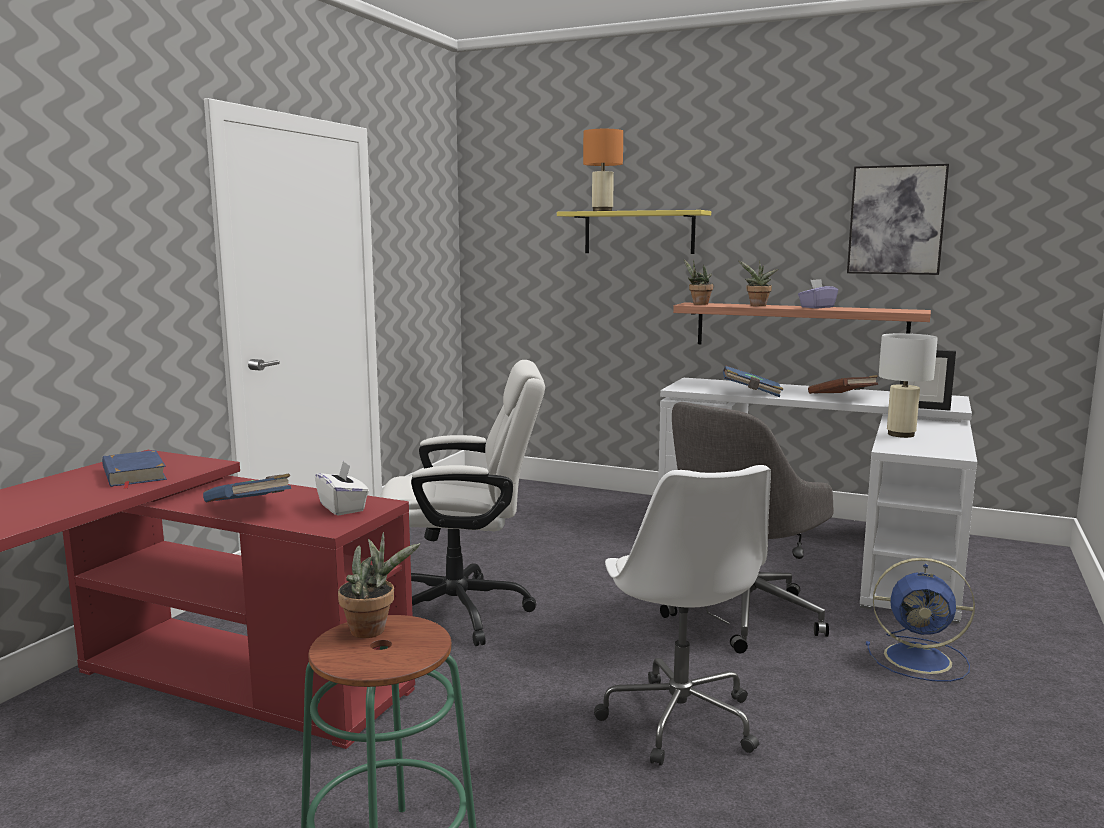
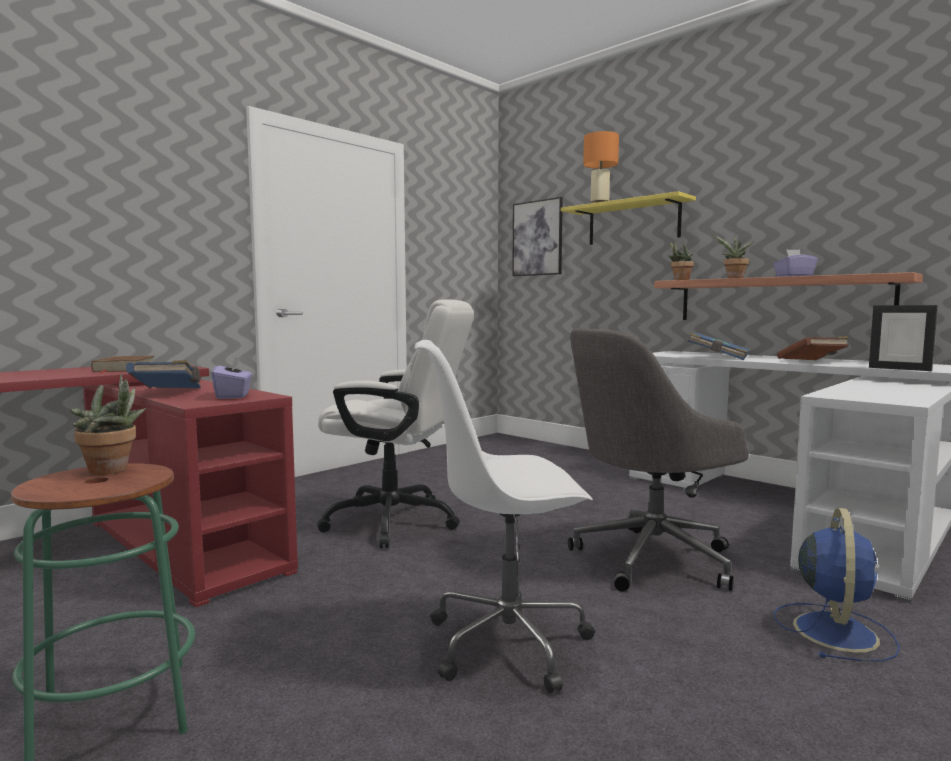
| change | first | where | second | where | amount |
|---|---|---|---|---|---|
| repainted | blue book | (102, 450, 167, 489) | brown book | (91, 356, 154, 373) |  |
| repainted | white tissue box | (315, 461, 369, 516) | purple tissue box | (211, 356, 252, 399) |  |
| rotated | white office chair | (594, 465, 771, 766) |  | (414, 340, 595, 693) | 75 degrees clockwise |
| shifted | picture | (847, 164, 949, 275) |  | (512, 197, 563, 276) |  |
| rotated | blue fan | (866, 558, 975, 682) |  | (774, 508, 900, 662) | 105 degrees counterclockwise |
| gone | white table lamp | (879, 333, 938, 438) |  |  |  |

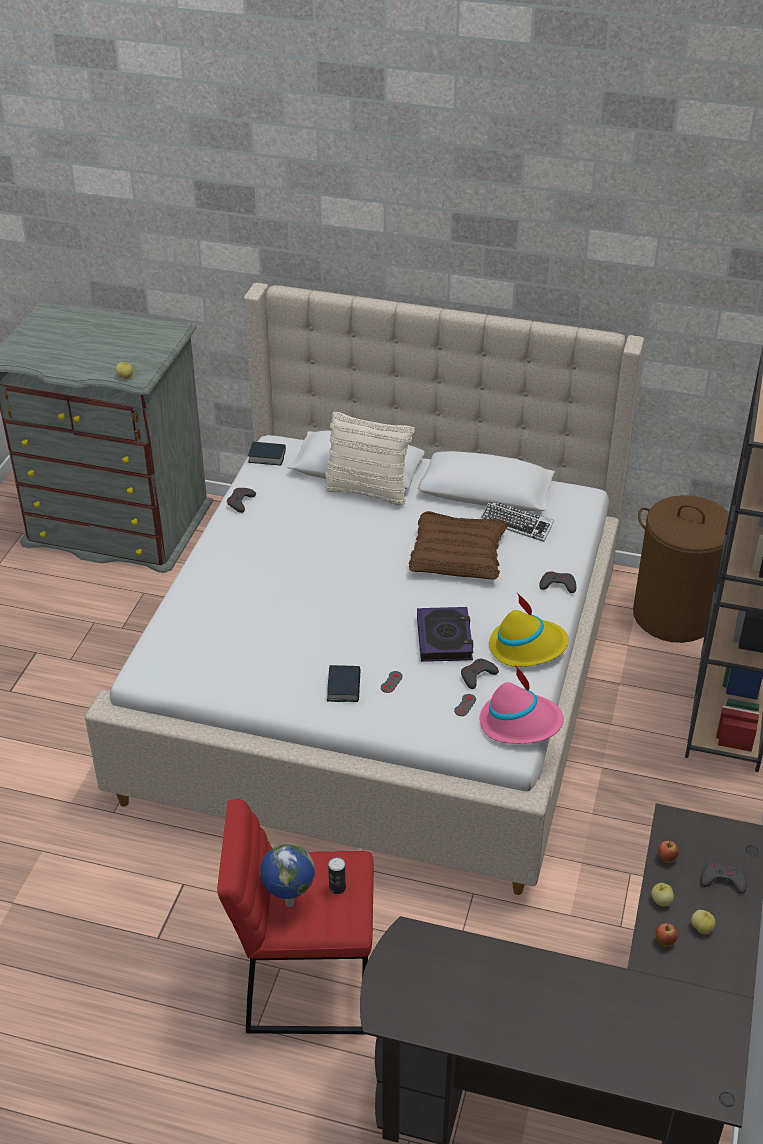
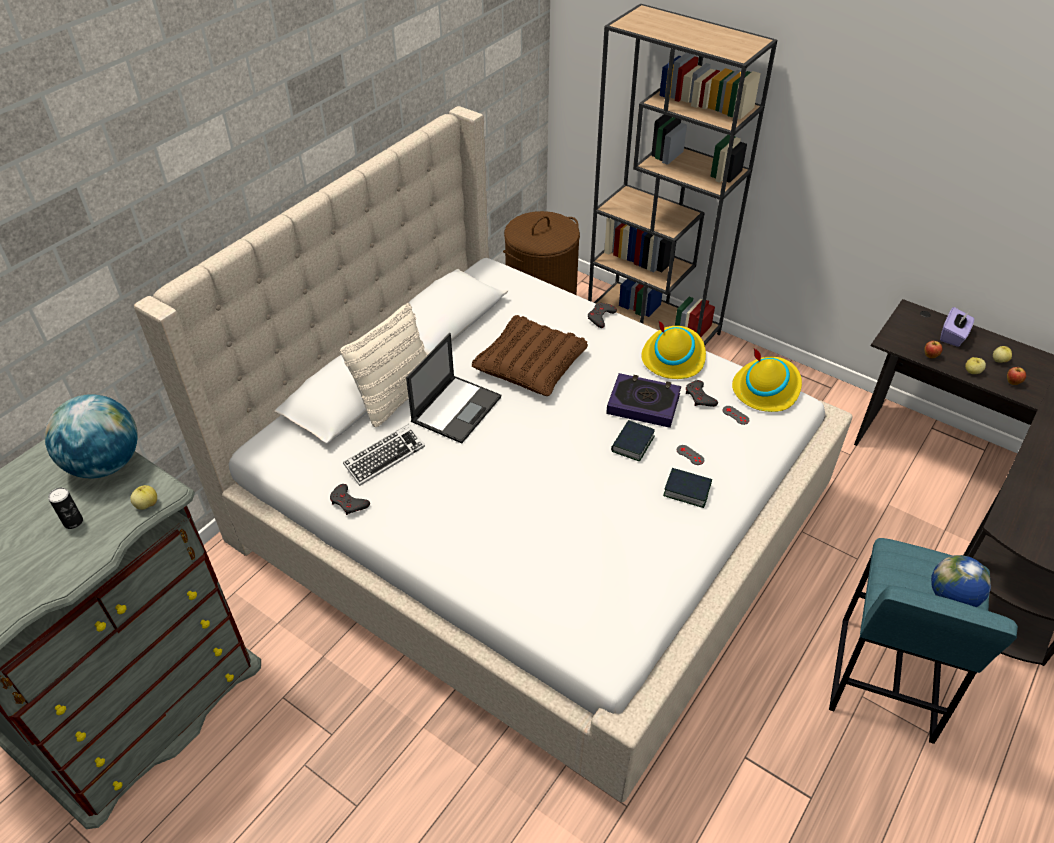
| change | first | where | second | where | amount |
|---|---|---|---|---|---|
| new |  |  | globe | (45, 394, 138, 479) |  |
| shifted | can | (328, 857, 346, 894) |  | (48, 488, 83, 529) |  |
| shifted | keyboard | (480, 502, 554, 542) |  | (343, 424, 425, 486) |  |
| new |  |  | laptop | (406, 333, 501, 443) |  |
| shifted | book | (248, 442, 286, 466) |  | (611, 420, 655, 461) |  |
| repainted | pink hat | (479, 664, 564, 744) | yellow hat | (732, 348, 802, 412) |  |
| repainted | red stool | (217, 799, 374, 1034) | blue stool | (829, 538, 1018, 744) |  |
| swapped | grey game controller | (700, 862, 747, 894) | purple tissue box | (940, 307, 974, 347) |  |

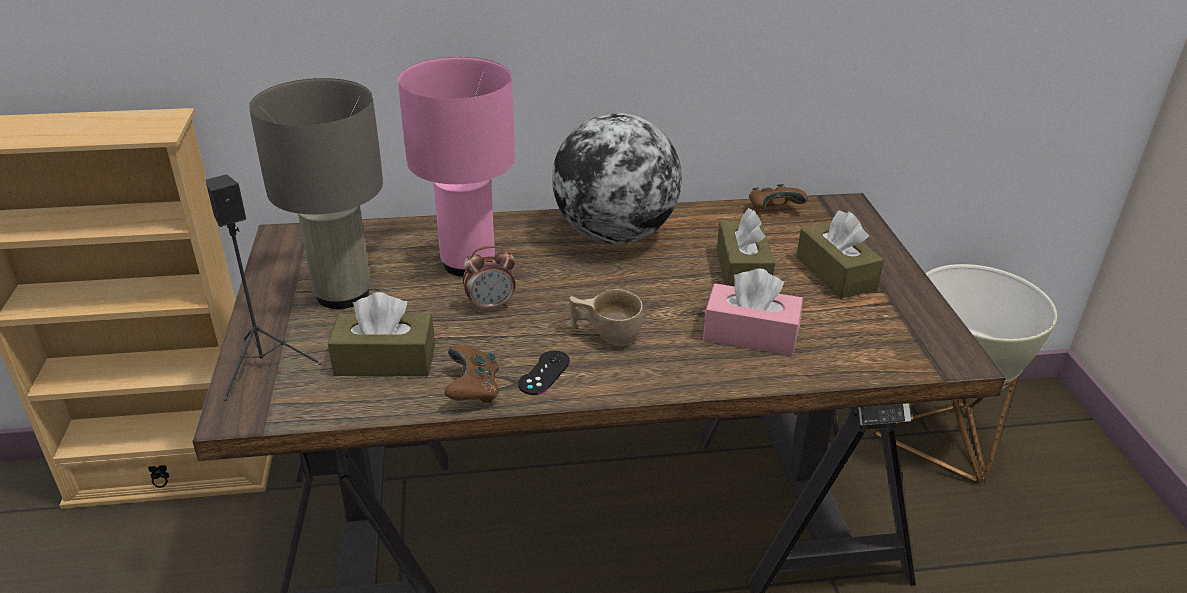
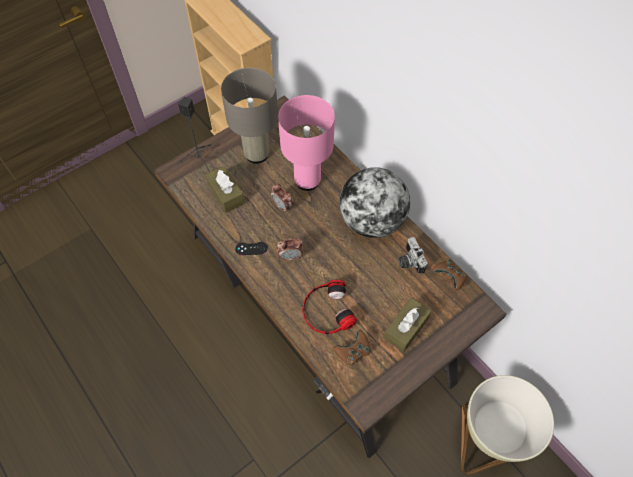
| change | first | where | second | where | amount |
|---|---|---|---|---|---|
| swapped | beige cup | (569, 289, 643, 346) | alarm clock | (277, 238, 303, 261) |  |
| swapped | pink tissue box | (703, 268, 803, 356) | headphones | (302, 280, 357, 334) |  |
| shifted | brown game controller | (444, 345, 499, 403) |  | (333, 330, 370, 366) |  |
| new |  |  | photo camera | (398, 237, 427, 274) |  |
| gone | brown tissue box | (717, 208, 775, 286) |  |  |  |

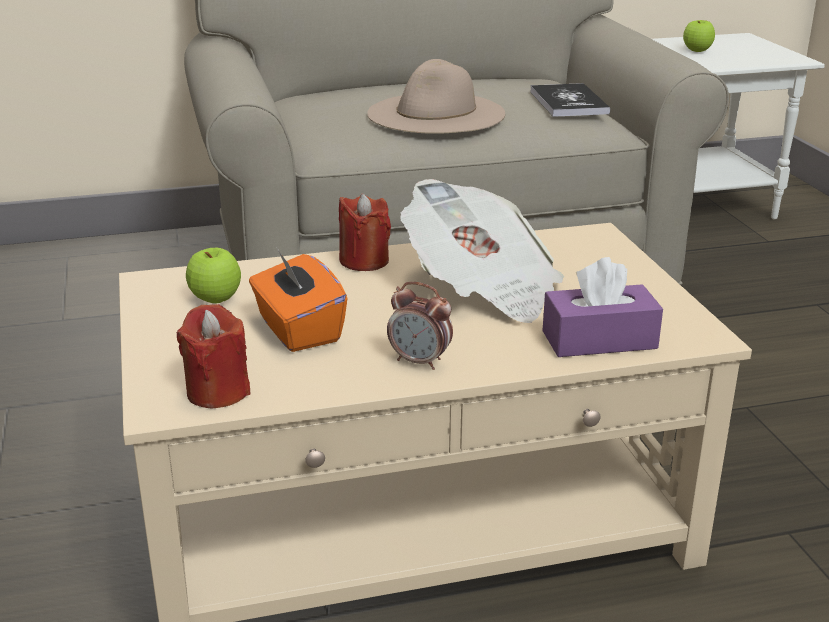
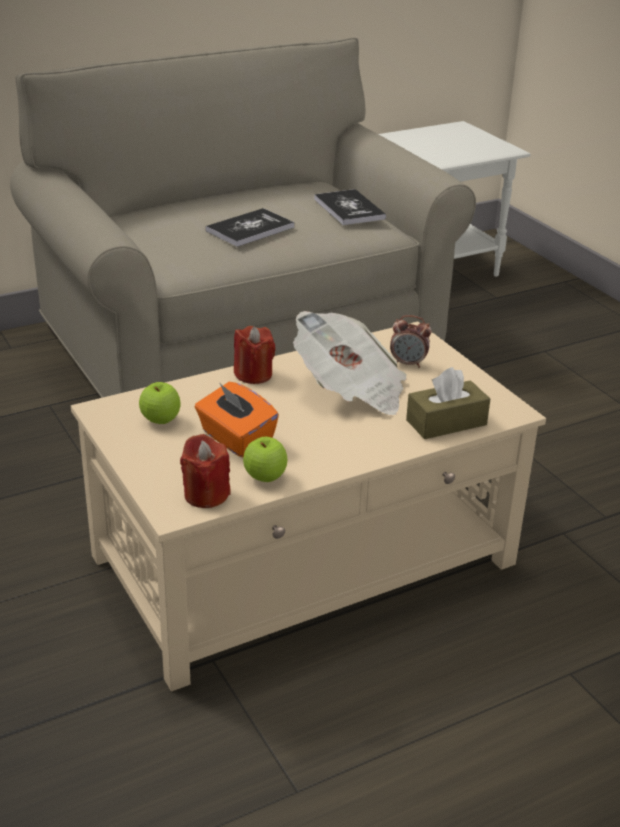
| change | first | where | second | where | amount |
|---|---|---|---|---|---|
| swapped | beige hat | (367, 59, 505, 134) | book | (206, 208, 295, 247) |  |
| shifted | apple | (683, 20, 715, 52) |  | (243, 437, 287, 482) |  |
| shifted | alarm clock | (387, 282, 453, 370) |  | (390, 315, 432, 368) |  |
| repainted | purple tissue box | (543, 257, 663, 357) | brown tissue box | (406, 367, 490, 439) |  |

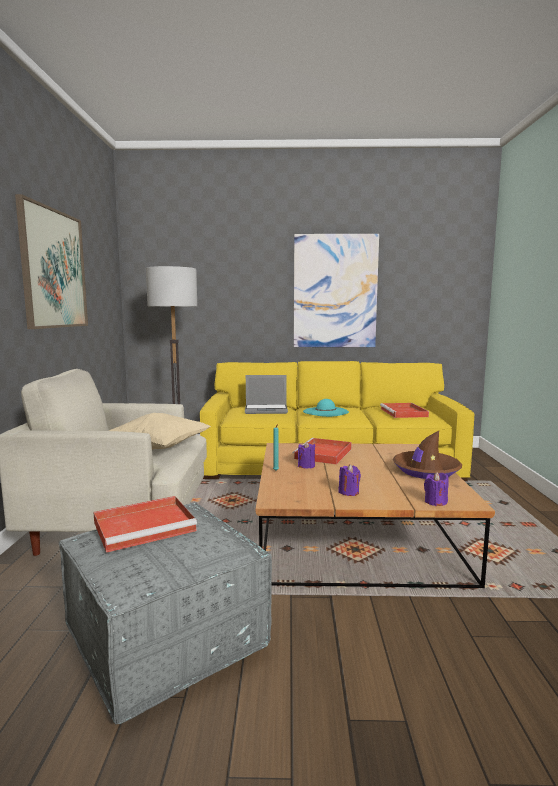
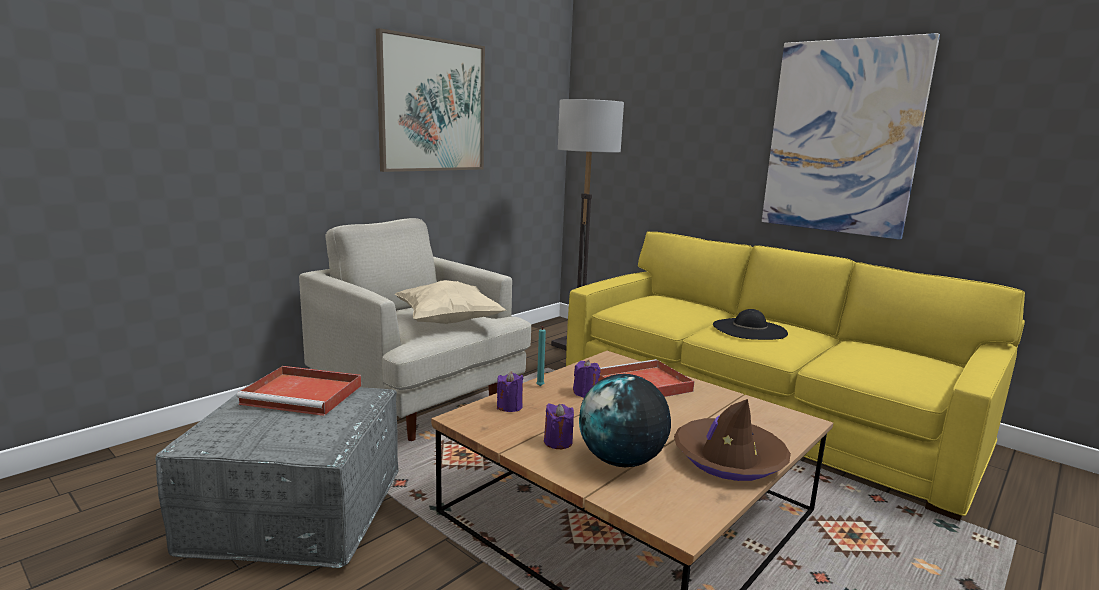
| change | first | where | second | where | amount |
|---|---|---|---|---|---|
| shifted | purple candle | (424, 472, 449, 506) |  | (497, 371, 524, 412) |  |
| new |  |  | globe | (579, 374, 671, 467) |  |
| repainted | turquoise hat | (303, 399, 349, 417) | black hat | (713, 309, 788, 340) |  |
| gone | laptop | (245, 375, 288, 414) |  |  |  |
| gone | red tray | (380, 403, 429, 418) |  |  |  |

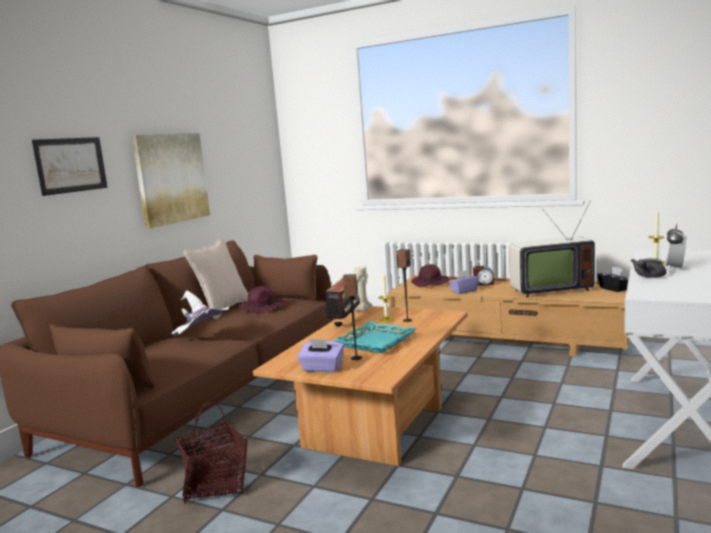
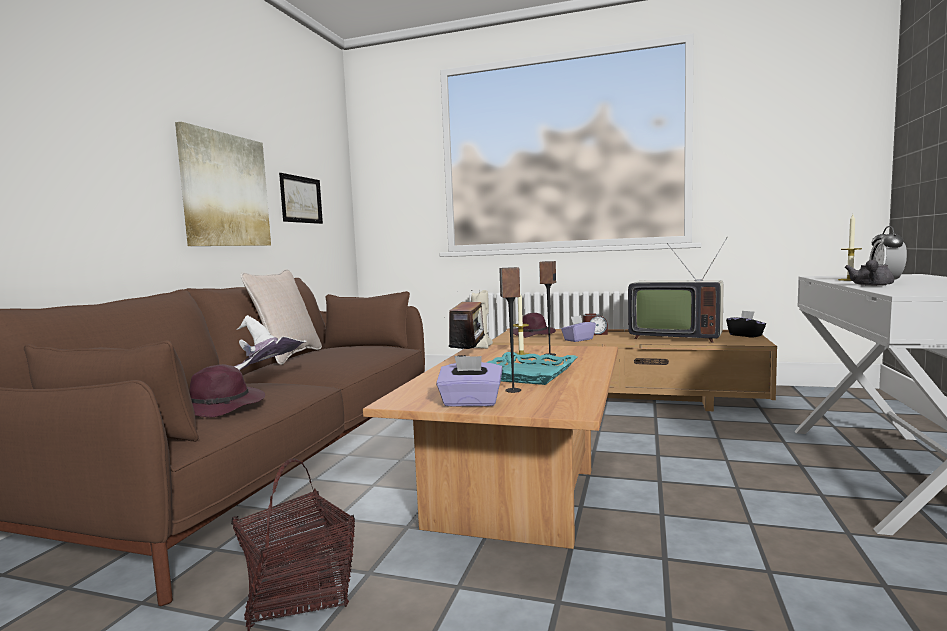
| change | first | where | second | where | amount |
|---|---|---|---|---|---|
| shifted | purple hat | (239, 286, 284, 313) |  | (190, 364, 265, 418) |  |
| shifted | picture | (32, 137, 108, 196) |  | (279, 173, 323, 224) |  |
| rotated | television | (509, 202, 595, 298) |  | (628, 237, 728, 343) | 45 degrees clockwise |

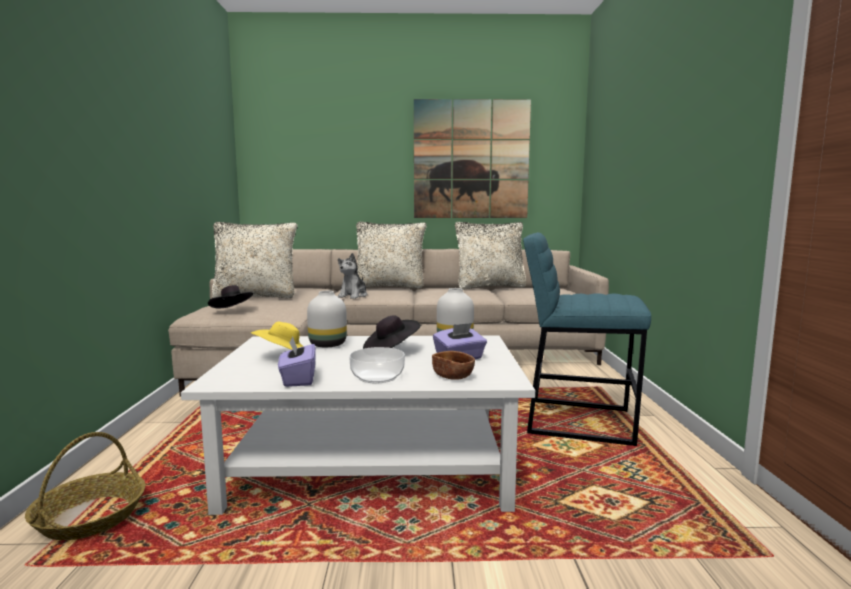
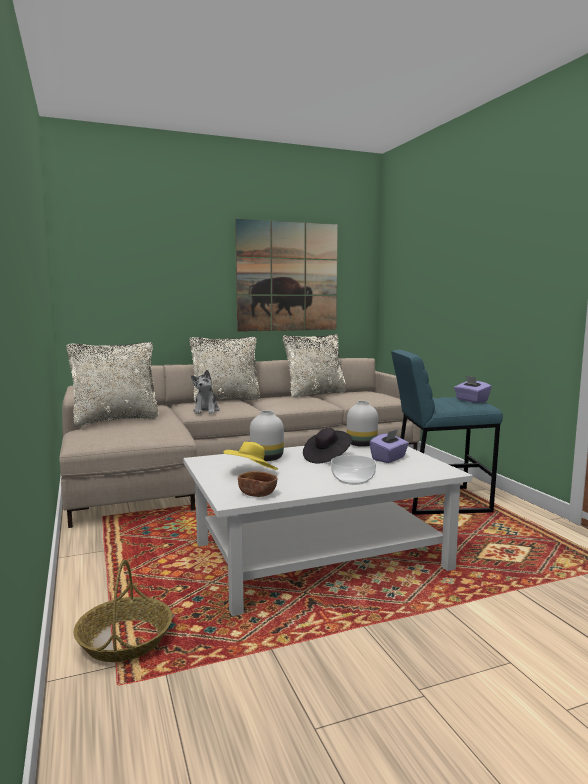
| change | first | where | second | where | amount |
|---|---|---|---|---|---|
| shifted | brown bowl | (432, 351, 475, 380) |  | (238, 471, 277, 497) |  |
| shifted | purple tissue box | (278, 336, 316, 387) |  | (454, 376, 492, 403) |  |
| gone | black hat | (208, 285, 253, 309) |  |  |  |

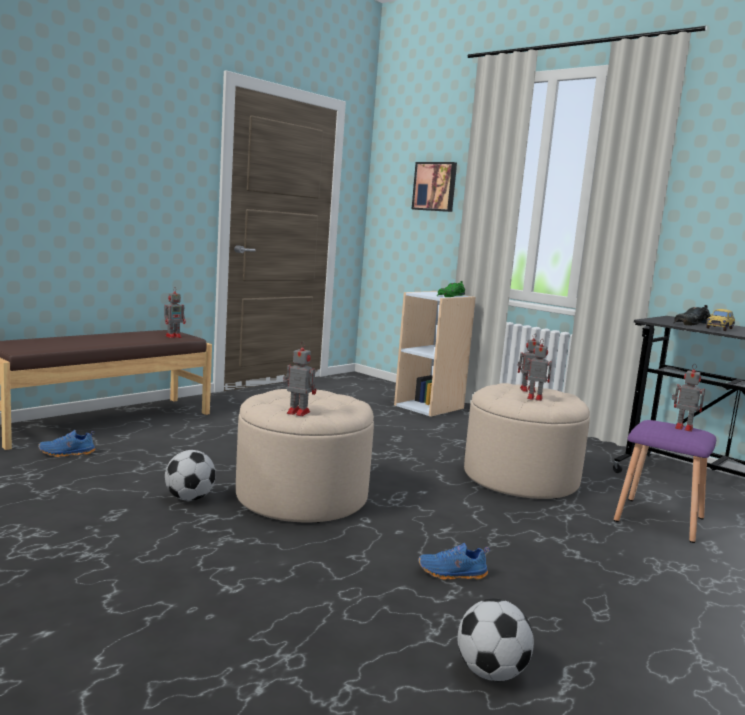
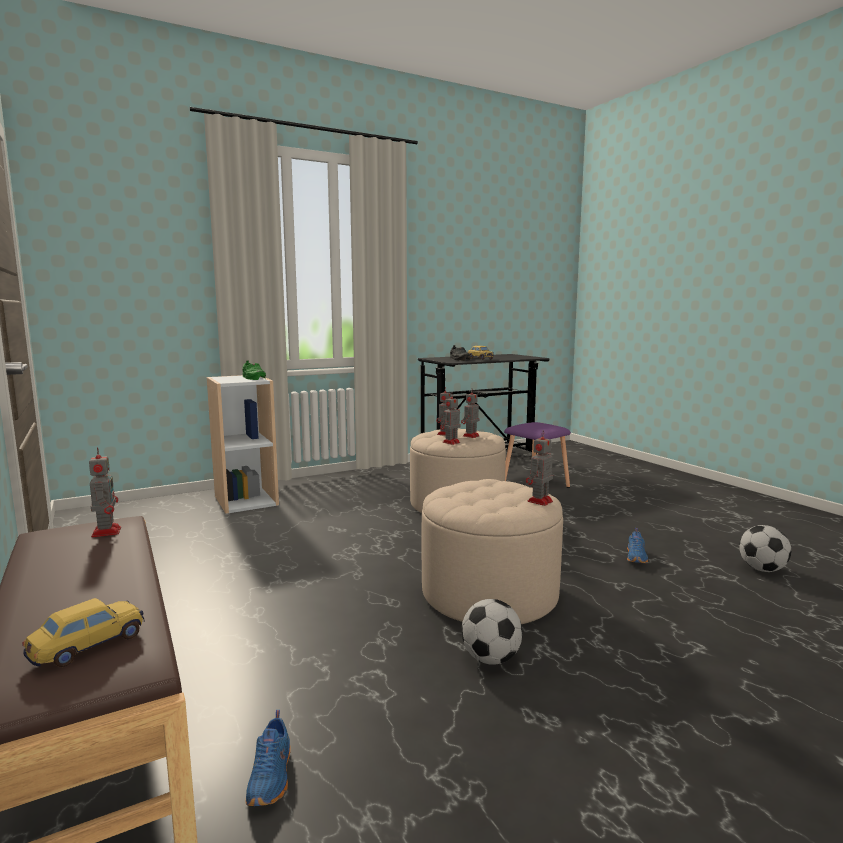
| change | first | where | second | where | amount |
|---|---|---|---|---|---|
| new |  |  | toy car | (22, 598, 145, 667) |  |
| shifted | toy robot | (672, 364, 705, 432) |  | (440, 393, 461, 445) |  |
| gone | picture | (412, 162, 457, 212) |  |  |  |

